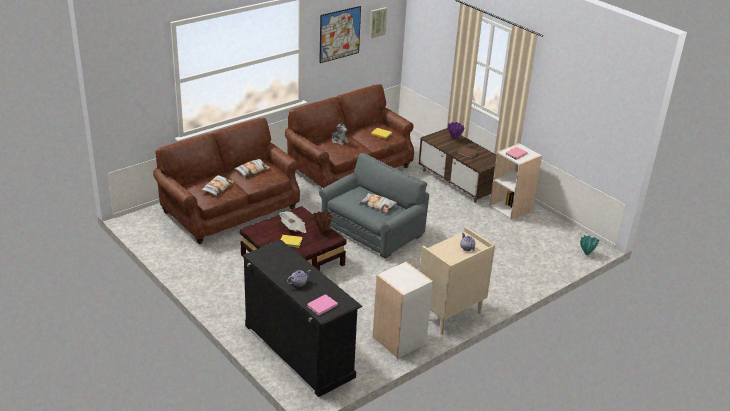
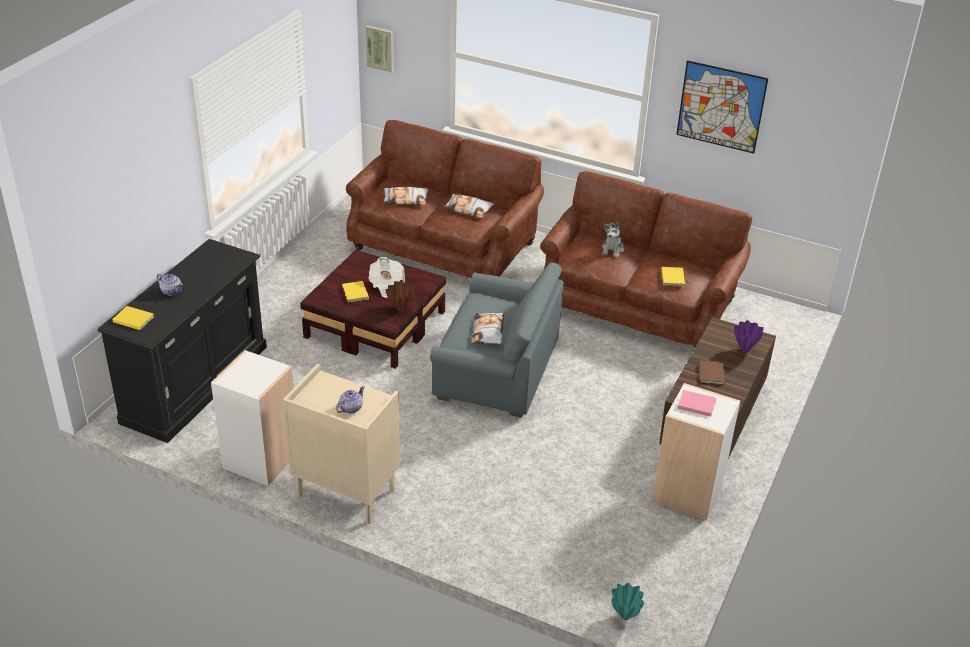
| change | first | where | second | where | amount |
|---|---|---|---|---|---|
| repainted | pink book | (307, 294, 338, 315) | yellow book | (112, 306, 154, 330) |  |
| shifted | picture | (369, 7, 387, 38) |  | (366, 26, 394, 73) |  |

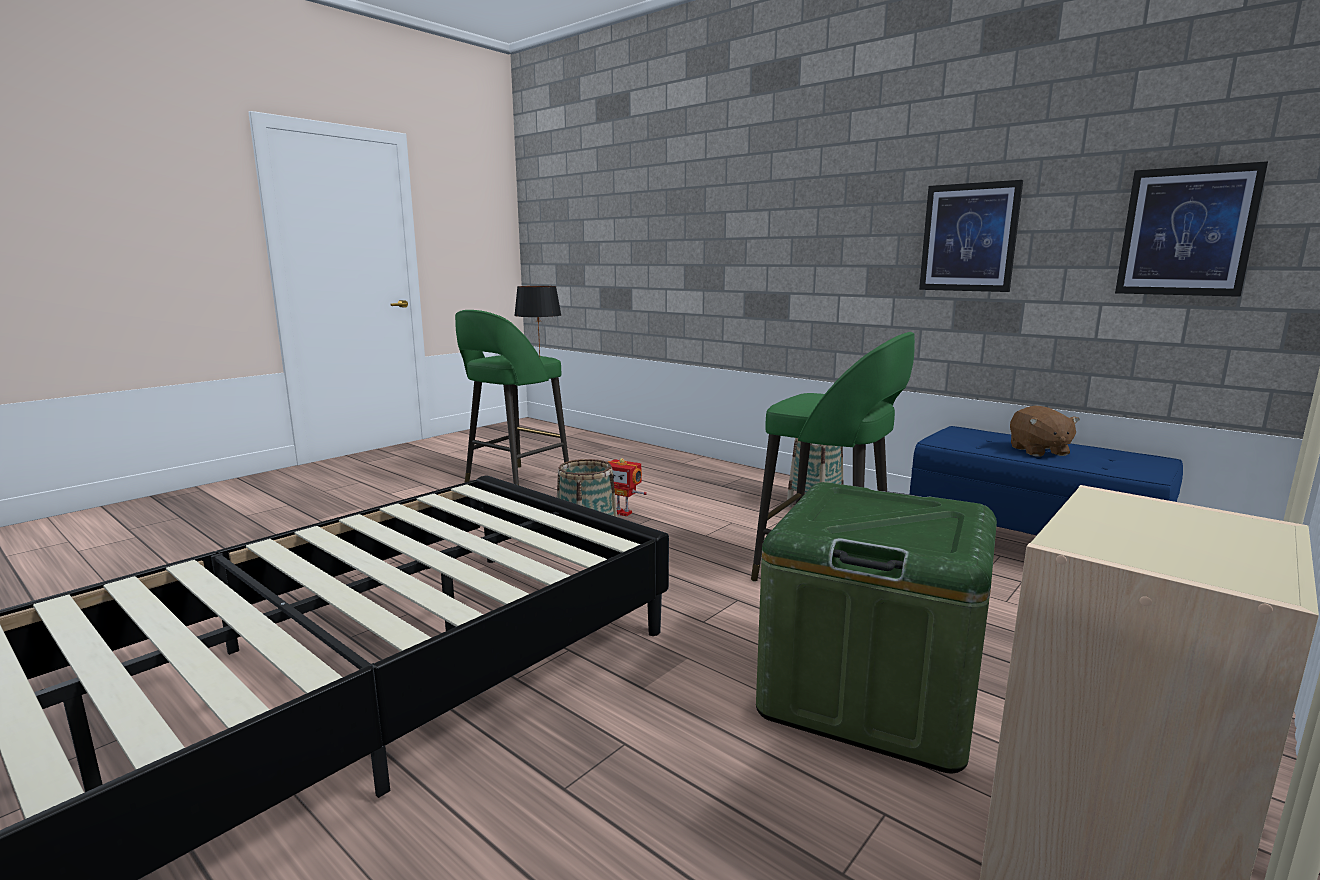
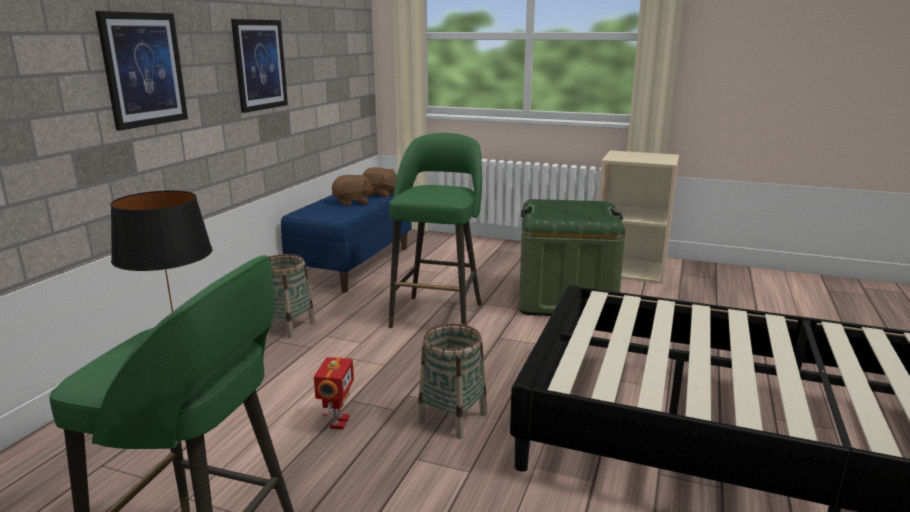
| change | first | where | second | where | amount |
|---|---|---|---|---|---|
| shifted | picture | (1115, 161, 1268, 297) |  | (95, 11, 188, 131) |  |
| new |  |  | brown plush toy | (362, 167, 397, 197) |  |

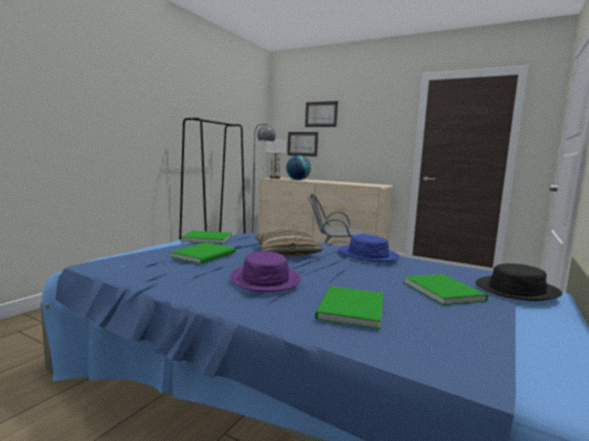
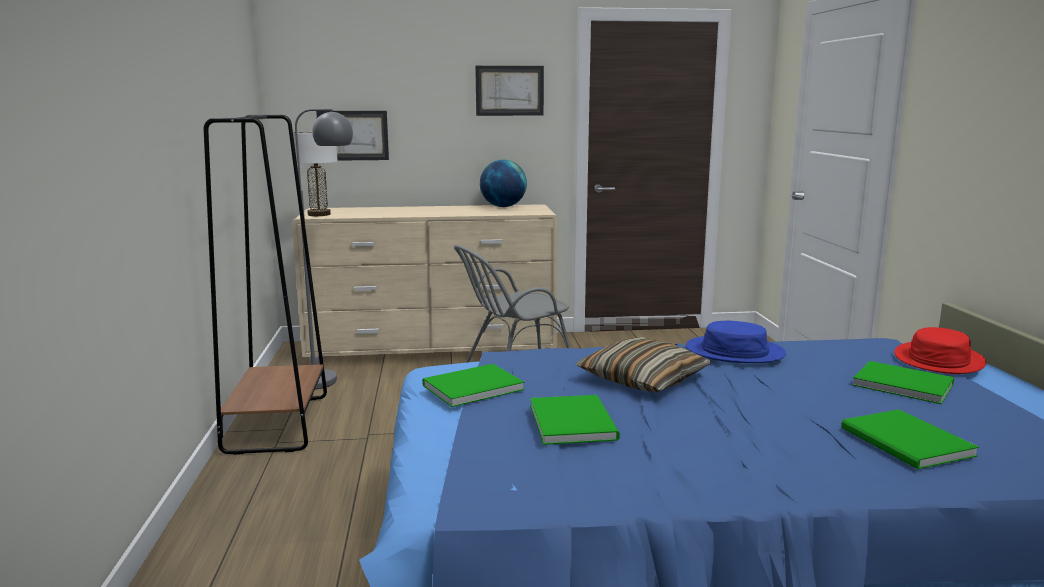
| change | first | where | second | where | amount |
|---|---|---|---|---|---|
| shifted | picture | (305, 101, 338, 127) |  | (475, 66, 544, 116) |  |
| shifted | globe | (286, 155, 311, 180) |  | (480, 160, 527, 207) |  |
| repainted | black hat | (476, 264, 562, 301) | red hat | (894, 327, 986, 374) |  |
| gone | purple hat | (231, 252, 300, 292) |  |  |  |

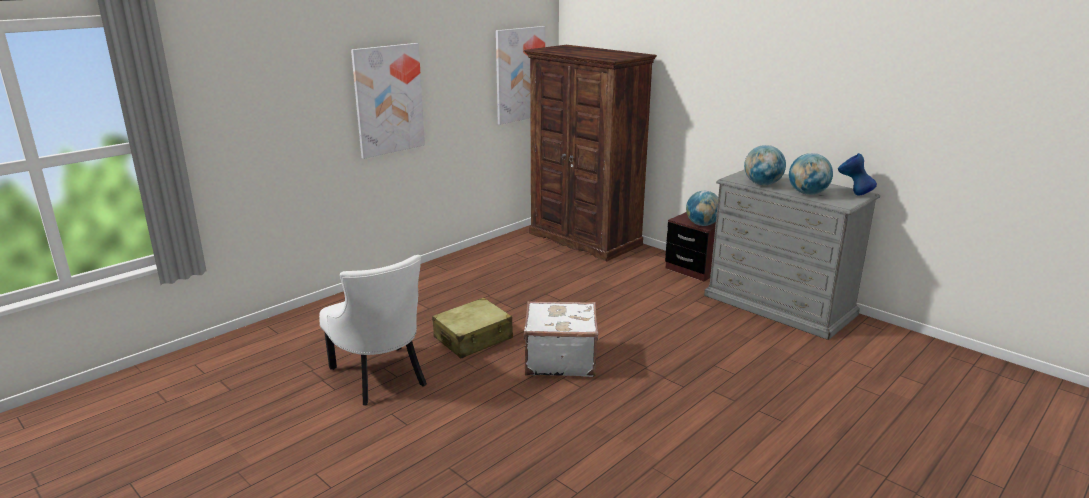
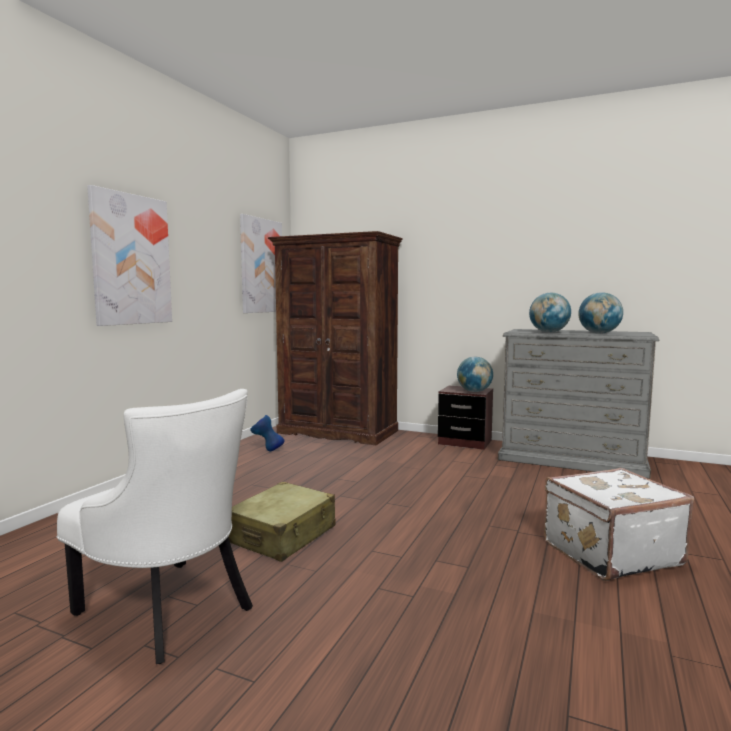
| change | first | where | second | where | amount |
|---|---|---|---|---|---|
| shifted | blue vase | (838, 153, 877, 195) |  | (250, 415, 285, 451) |  |
| shifted | white suitcase | (524, 301, 598, 377) |  | (544, 468, 694, 581) |  |

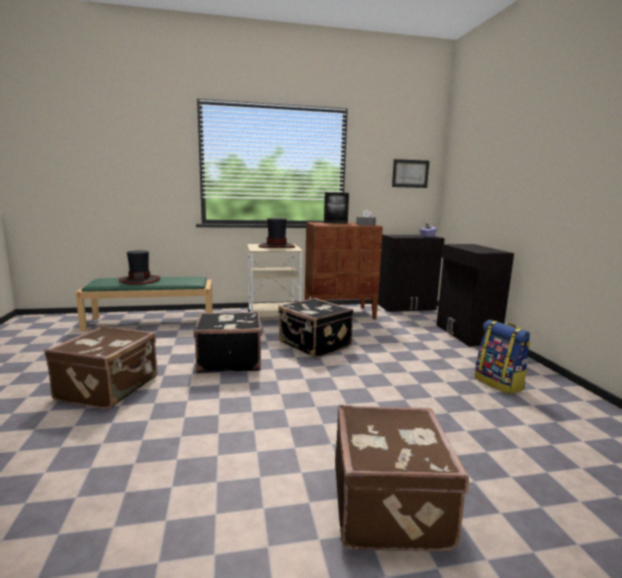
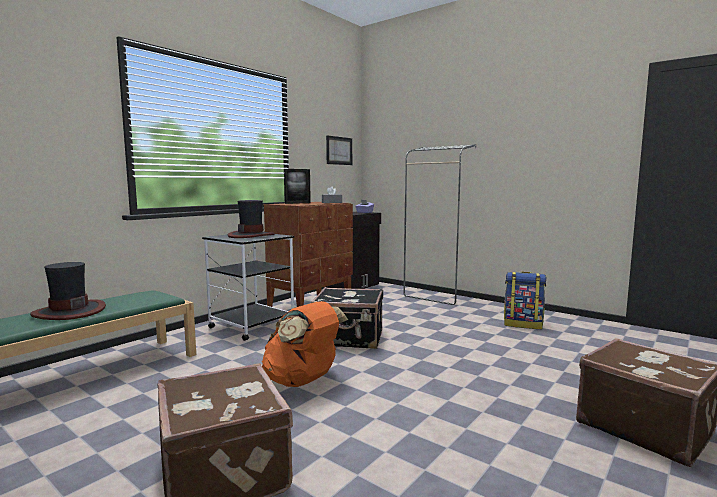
| change | first | where | second | where | amount |
|---|---|---|---|---|---|
| repainted | beige cart | (247, 244, 303, 317) | black cart | (202, 234, 294, 341) |  |
| swapped | black suitcase | (194, 311, 262, 373) | orange backpack | (262, 301, 348, 387) |  |
| swapped | black cabinet | (437, 244, 514, 347) | grey clothes rack | (403, 144, 476, 305) |  |

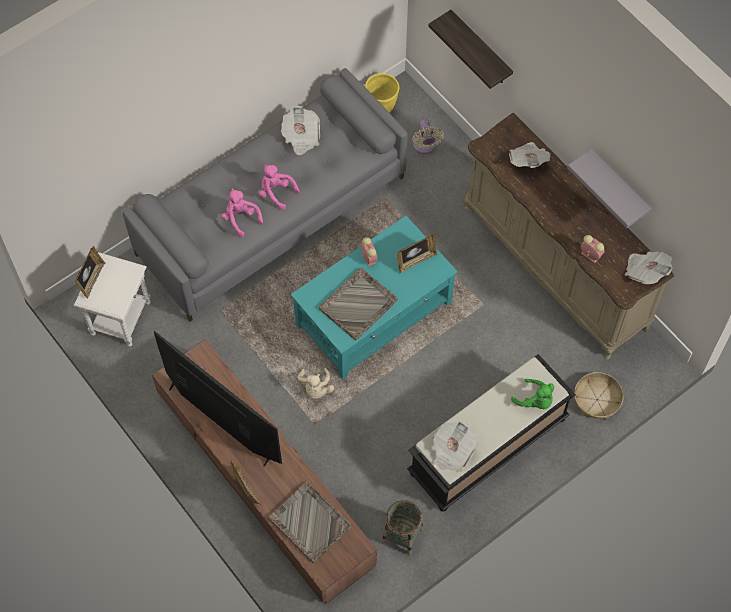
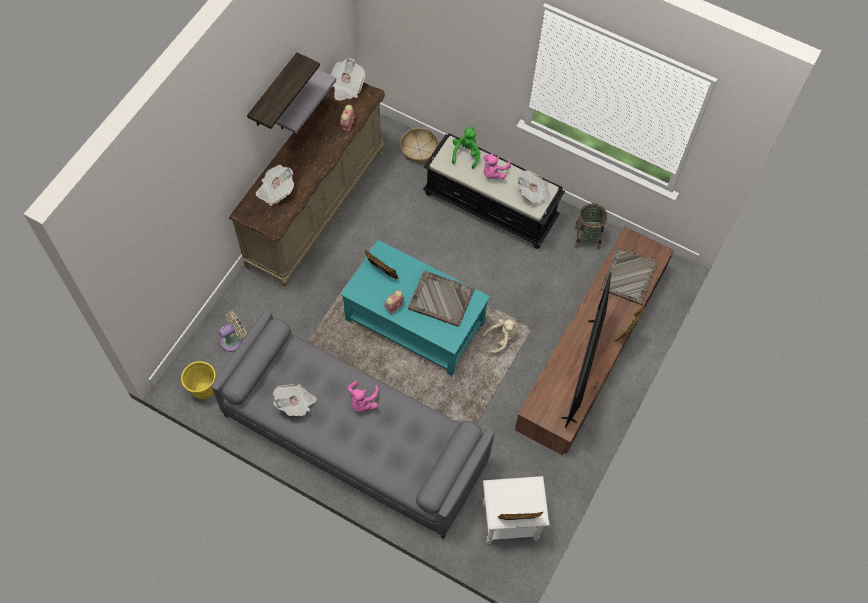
| change | first | where | second | where | amount |
|---|---|---|---|---|---|
| shifted | shelf | (428, 10, 513, 89) |  | (247, 52, 320, 129) |  |
| shifted | pink plush toy | (221, 189, 263, 237) |  | (483, 153, 511, 179) |  |

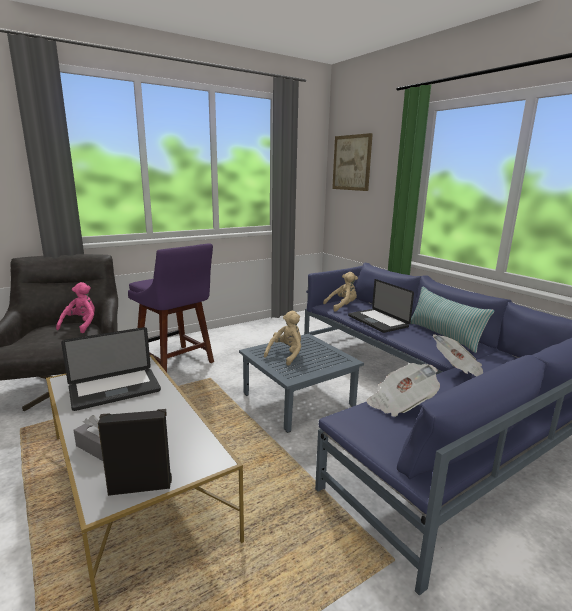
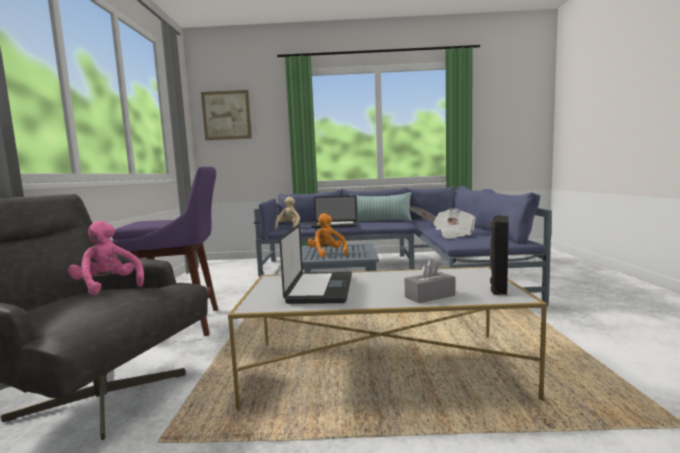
| change | first | where | second | where | amount |
|---|---|---|---|---|---|
| repainted | beige plush toy | (264, 311, 301, 366) | orange plush toy | (308, 213, 348, 257) |  |

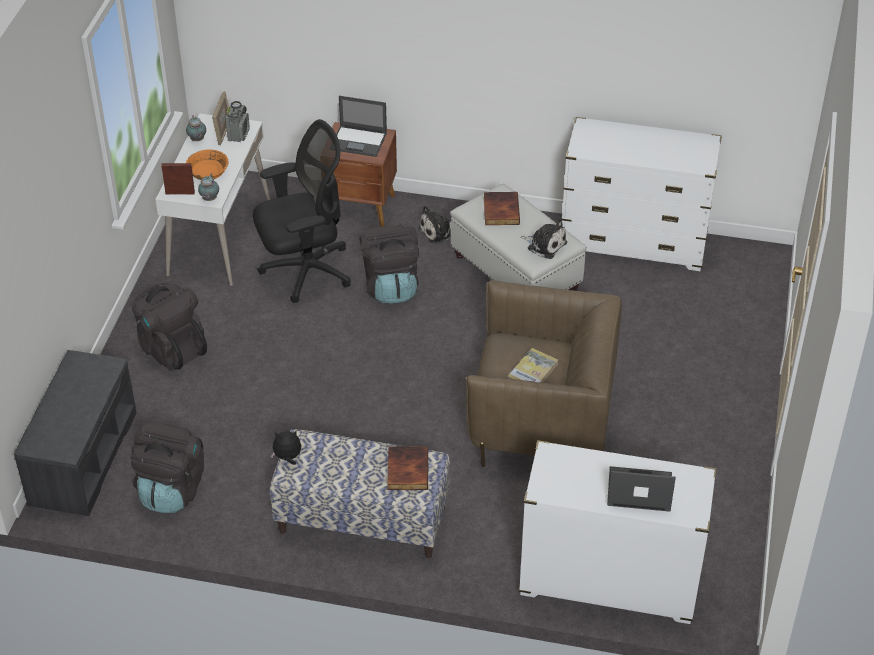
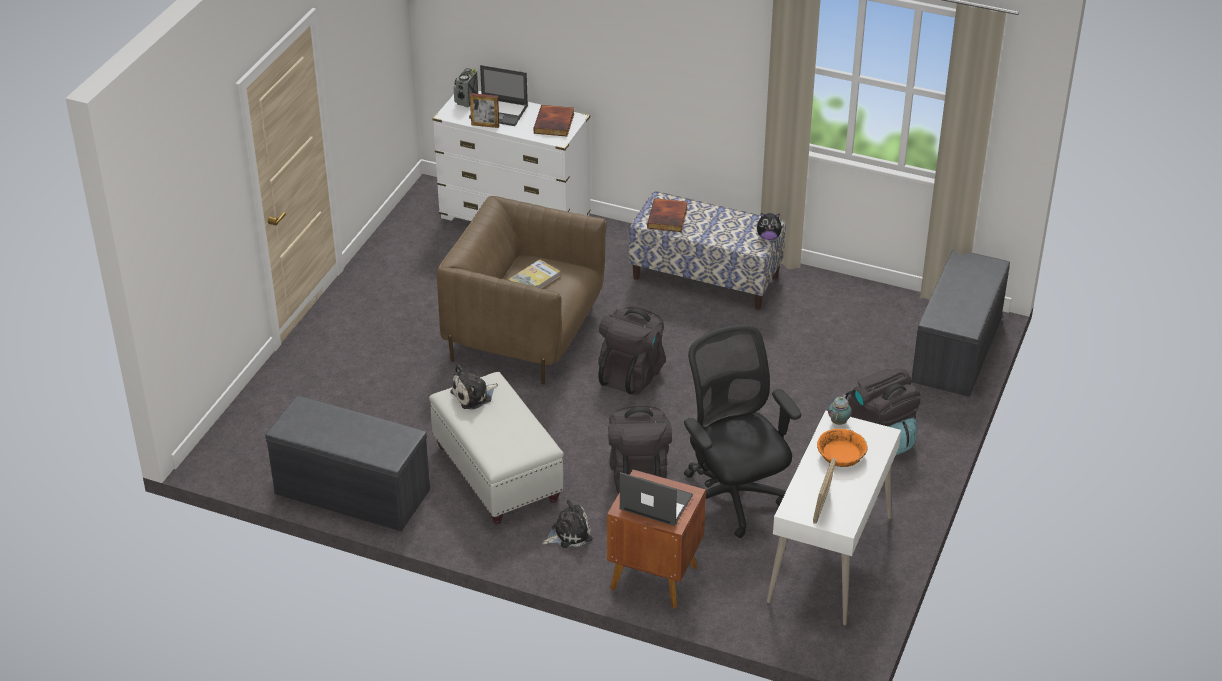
| change | first | where | second | where | amount |
|---|---|---|---|---|---|
| swapped | white dresser | (561, 117, 722, 271) | grey bench | (265, 396, 430, 532) |  |
| rotated | plush toy | (521, 219, 567, 259) |  | (450, 365, 498, 410) | 75 degrees counterclockwise |
| shifted | radio | (225, 101, 250, 142) |  | (454, 68, 478, 107) |  |
| shifted | picture frame | (161, 163, 195, 194) |  | (470, 93, 499, 128) |  |
| shifted | book | (484, 192, 520, 225) |  | (534, 105, 575, 136) |  |
| shifted | black backpack | (131, 422, 204, 513) |  | (598, 306, 666, 395) |  |
| rotated | black office chair | (253, 119, 351, 303) |  | (684, 325, 801, 538) | 75 degrees clockwise |
| gone | teapot | (186, 115, 206, 141) |  |  |  |

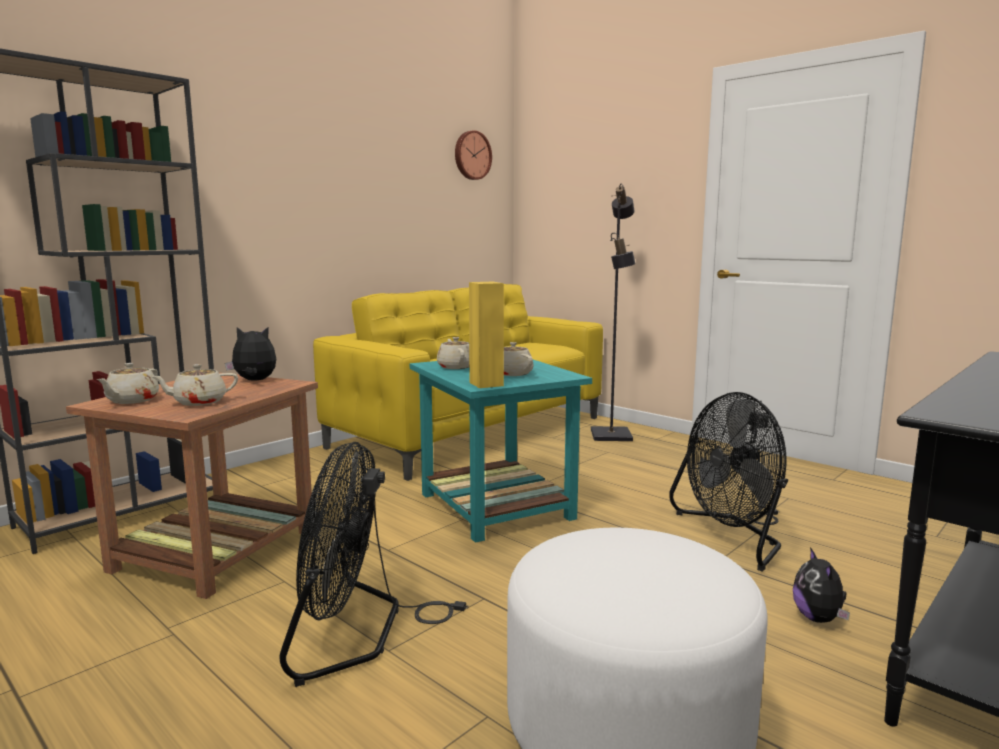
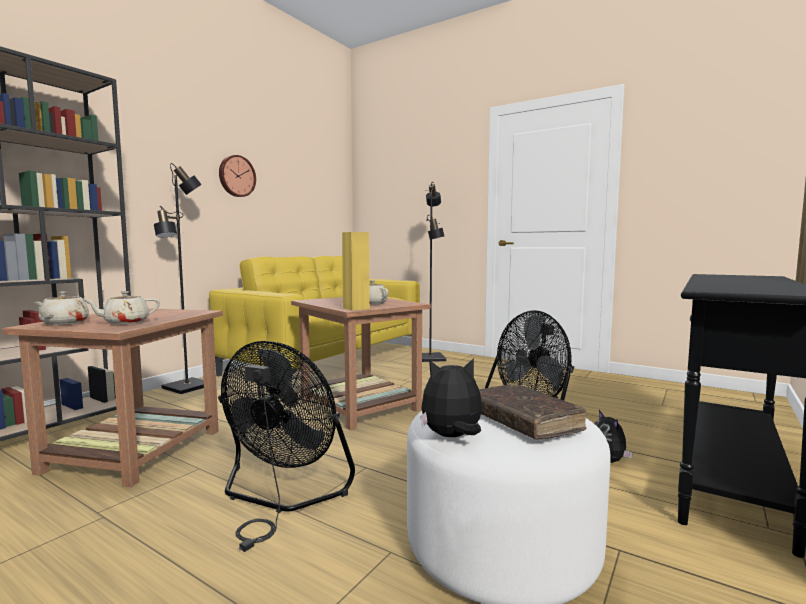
| change | first | where | second | where | amount |
|---|---|---|---|---|---|
| new |  |  | black floor lamp | (154, 163, 204, 394) |  |
| rotated | black fan | (280, 442, 469, 687) |  | (218, 341, 355, 552) | 120 degrees clockwise |
| shifted | wall clock | (455, 130, 492, 180) |  | (219, 155, 256, 197) |  |
| repainted | turquoise side table | (410, 360, 592, 543) | brown side table | (291, 297, 431, 430) |  |
| shifted | plush toy | (225, 327, 276, 381) |  | (420, 358, 482, 437) |  |
| new |  |  | brown book | (479, 383, 587, 439) |  |
| gone | beige teapot | (437, 337, 469, 369) |  |  |  |

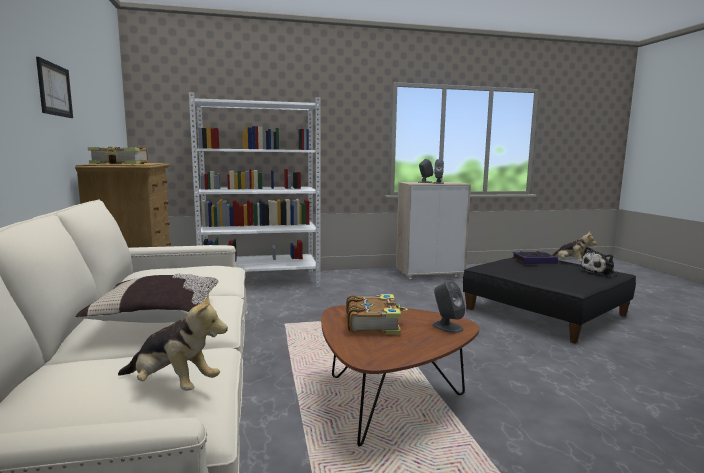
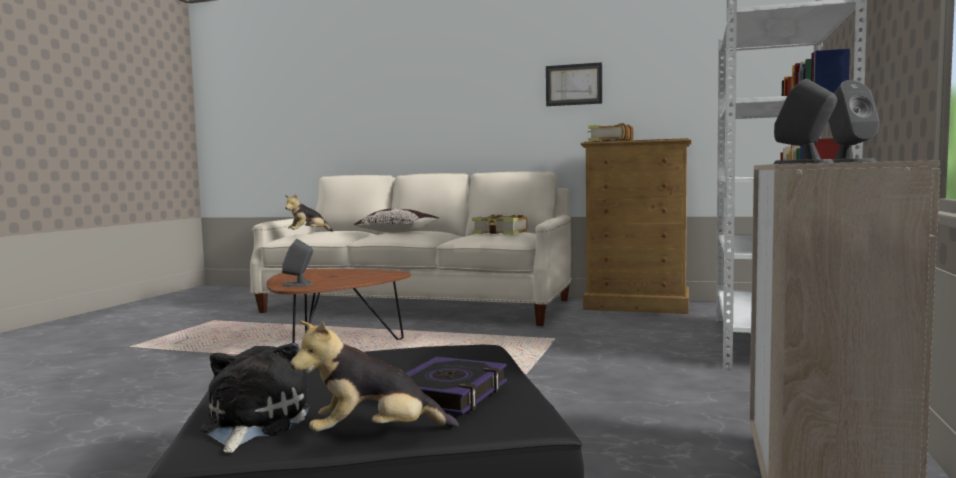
| change | first | where | second | where | amount |
|---|---|---|---|---|---|
| shifted | book | (346, 294, 408, 335) |  | (472, 215, 528, 235) |  |

